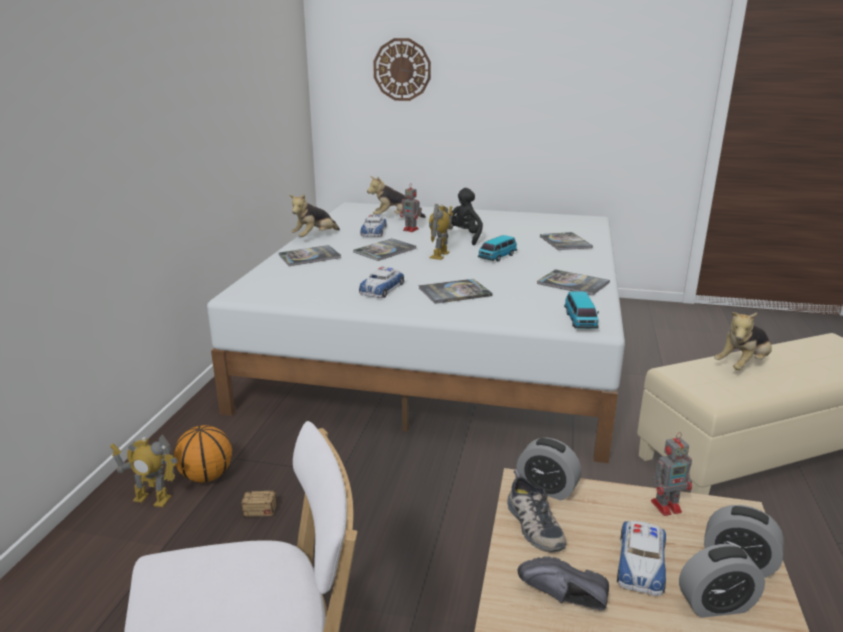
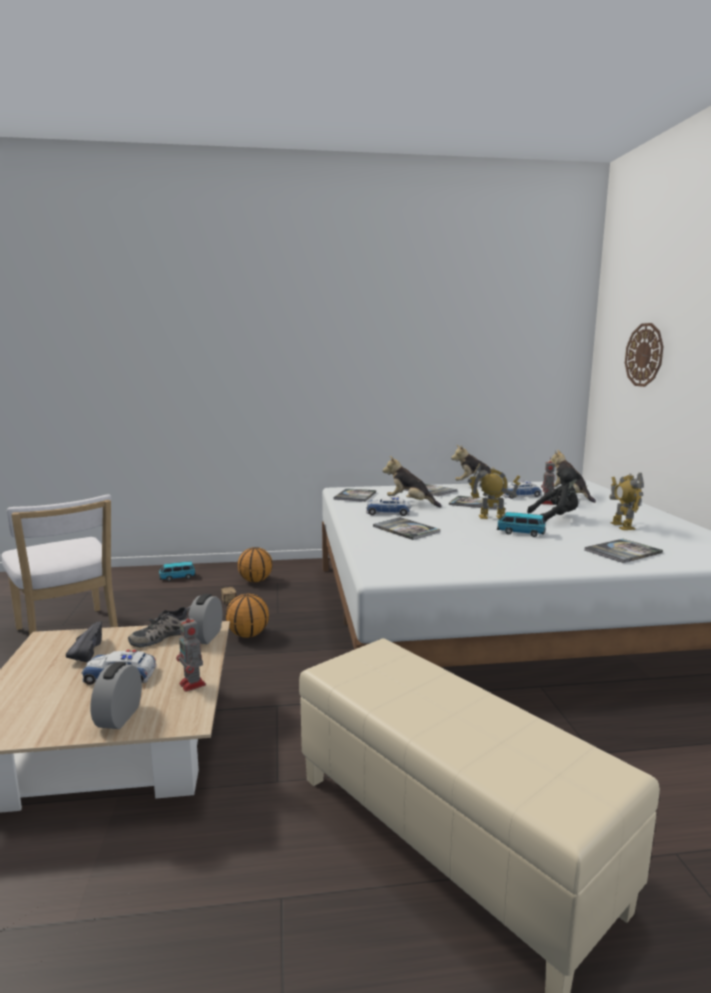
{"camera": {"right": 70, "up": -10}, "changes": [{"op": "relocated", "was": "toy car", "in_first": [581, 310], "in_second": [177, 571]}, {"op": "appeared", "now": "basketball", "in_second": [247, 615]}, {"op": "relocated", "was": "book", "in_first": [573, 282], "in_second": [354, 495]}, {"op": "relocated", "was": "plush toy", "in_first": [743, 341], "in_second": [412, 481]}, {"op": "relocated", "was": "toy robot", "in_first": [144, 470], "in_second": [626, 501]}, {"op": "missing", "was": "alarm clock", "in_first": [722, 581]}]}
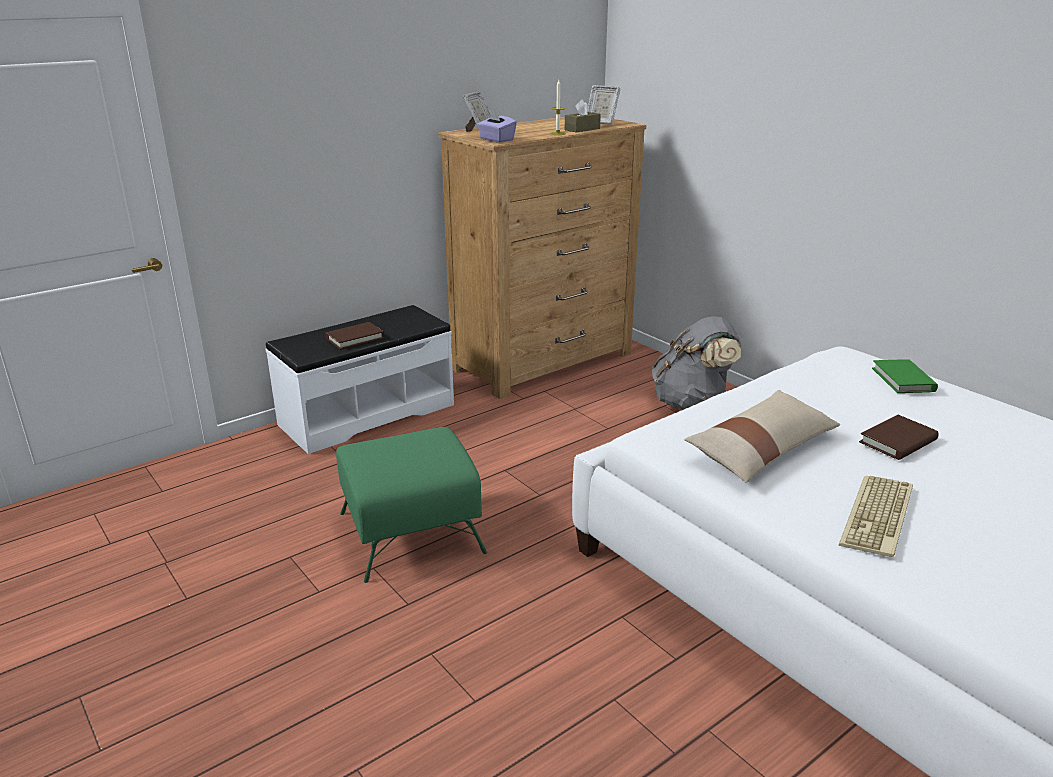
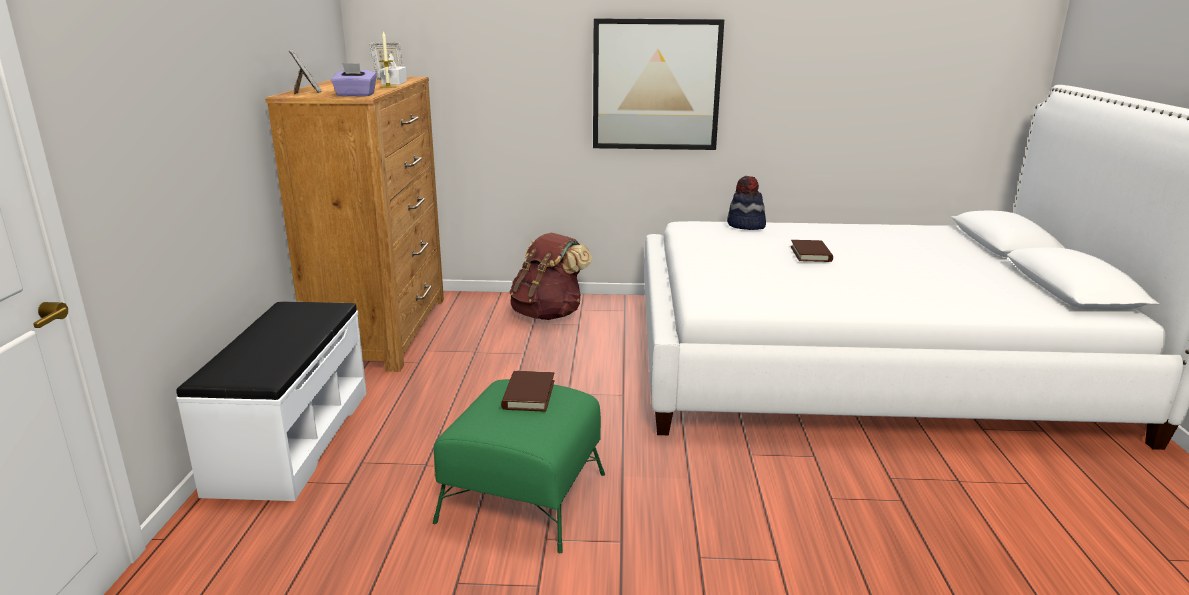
{"camera": {"right": -50, "up": -5}, "changes": [{"op": "colour", "was": "tissue box/brown", "now": "tissue box/white", "in_first": [583, 115], "in_second": [393, 69]}, {"op": "relocated", "was": "book/brown", "in_first": [354, 336], "in_second": [528, 391]}, {"op": "colour", "was": "backpack/grey", "now": "backpack/brown", "in_first": [697, 362], "in_second": [550, 276]}, {"op": "appeared", "now": "picture", "in_second": [658, 84]}, {"op": "exchanged", "was": "book/green", "now": "hat", "in_first": [905, 376], "in_second": [746, 203]}, {"op": "missing", "was": "pillow/beige", "in_first": [762, 436]}, {"op": "missing", "was": "keyboard", "in_first": [875, 516]}]}
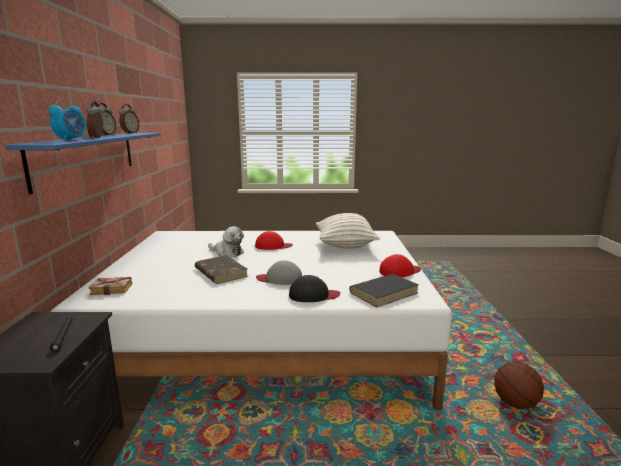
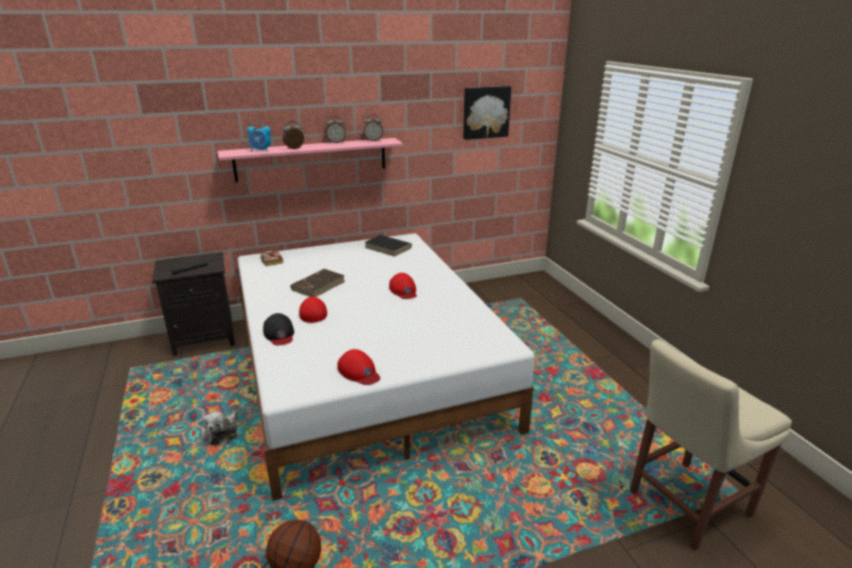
{"camera": {"right": 70, "up": 10}, "changes": [{"op": "relocated", "was": "plush toy", "in_first": [226, 241], "in_second": [220, 428]}, {"op": "colour", "was": "shelf/blue", "now": "shelf/pink", "in_first": [83, 164], "in_second": [310, 160]}, {"op": "colour", "was": "cap/grey", "now": "cap/red", "in_first": [279, 272], "in_second": [313, 310]}, {"op": "relocated", "was": "book/black", "in_first": [384, 290], "in_second": [388, 246]}, {"op": "appeared", "now": "picture", "in_second": [487, 113]}, {"op": "appeared", "now": "chair/beige", "in_second": [711, 444]}, {"op": "missing", "was": "pillow", "in_first": [348, 231]}]}
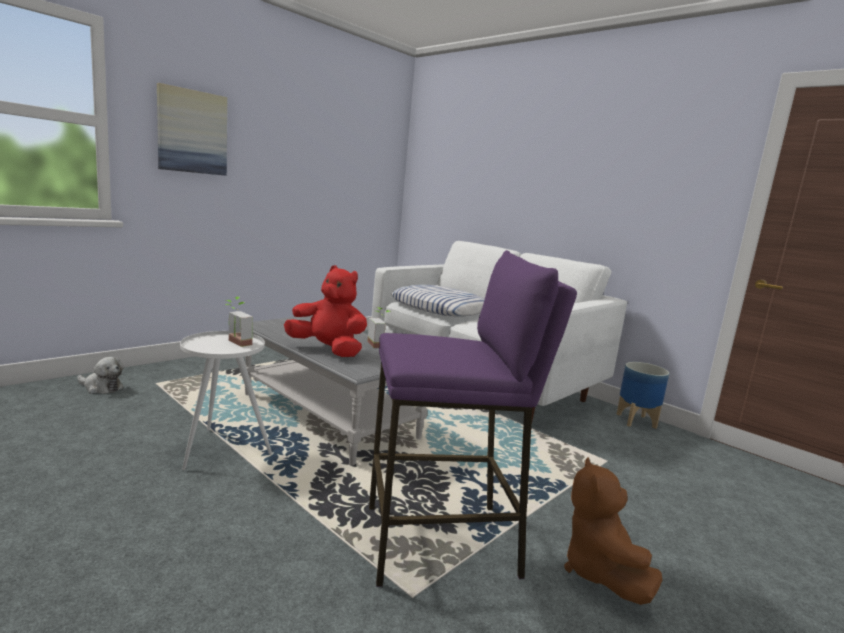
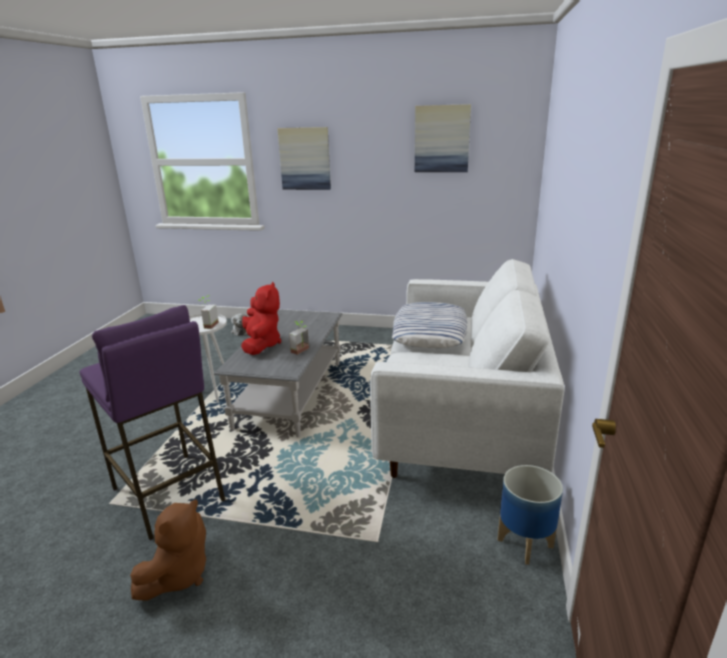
{"camera": {"right": 60, "up": 10}, "changes": [{"op": "spun", "was": "plush toy/brown", "in_first": [613, 531], "in_second": [168, 550], "clockwise": 150}, {"op": "appeared", "now": "picture", "in_second": [443, 138]}]}
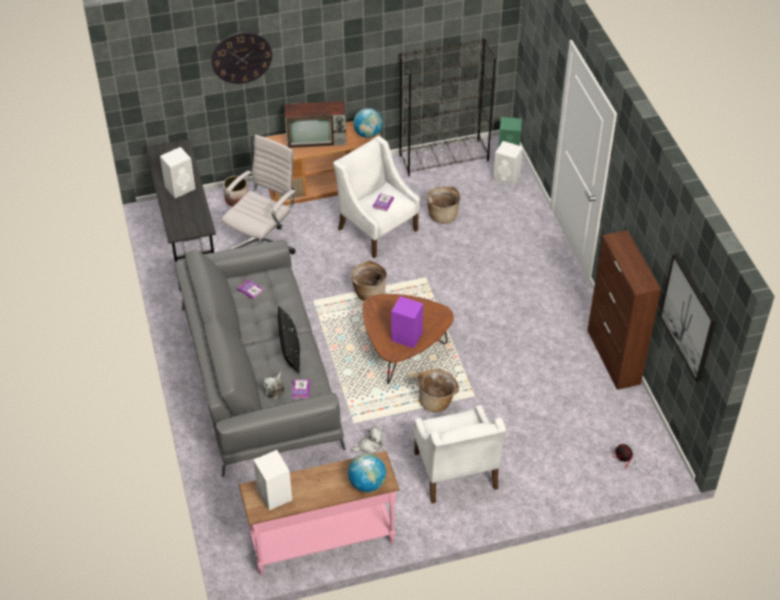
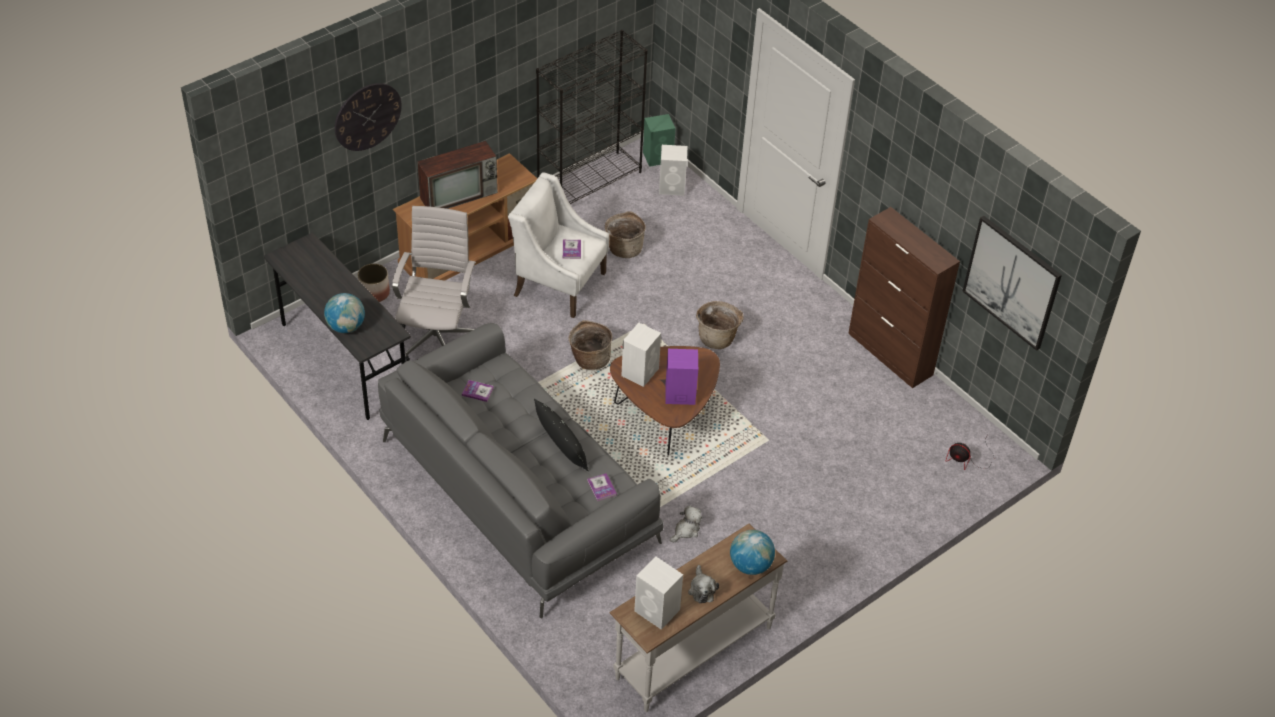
{"camera": {"right": -25, "up": 0}, "changes": [{"op": "relocated", "was": "globe", "in_first": [368, 123], "in_second": [344, 313]}, {"op": "colour", "was": "console table/pink", "now": "console table/white", "in_first": [319, 513], "in_second": [698, 618]}, {"op": "relocated", "was": "speaker/white", "in_first": [177, 172], "in_second": [641, 355]}, {"op": "relocated", "was": "plush toy", "in_first": [273, 385], "in_second": [703, 584]}, {"op": "relocated", "was": "basket", "in_first": [437, 390], "in_second": [720, 325]}, {"op": "missing", "was": "armchair/white", "in_first": [460, 454]}]}
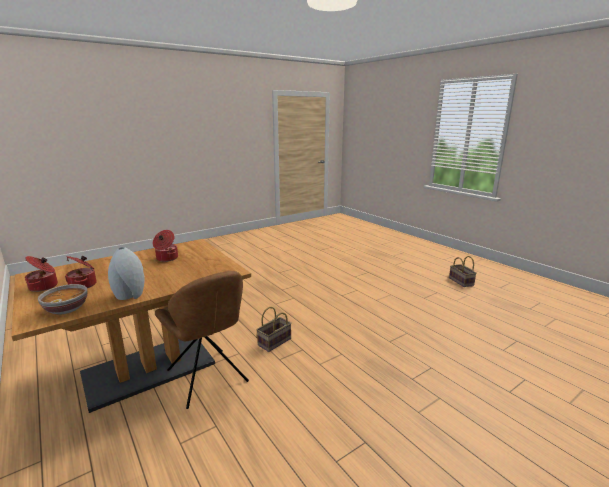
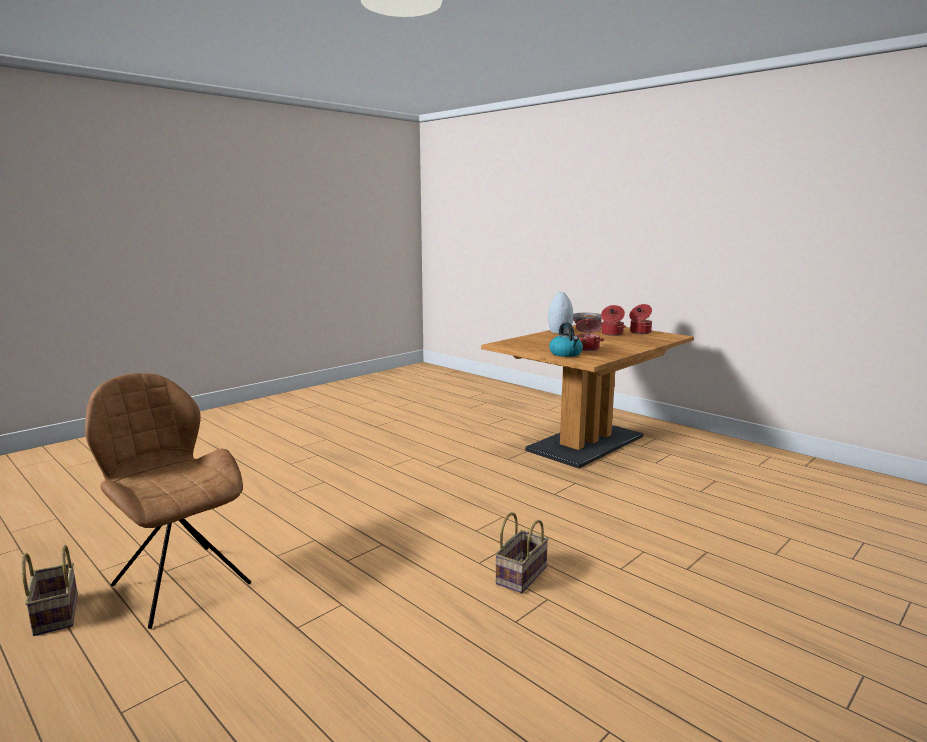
{"camera": {"right": 170, "up": -5}, "changes": [{"op": "relocated", "was": "chair/brown", "in_first": [202, 340], "in_second": [168, 501]}, {"op": "relocated", "was": "basket", "in_first": [274, 329], "in_second": [522, 552]}, {"op": "appeared", "now": "kettle", "in_second": [566, 340]}]}
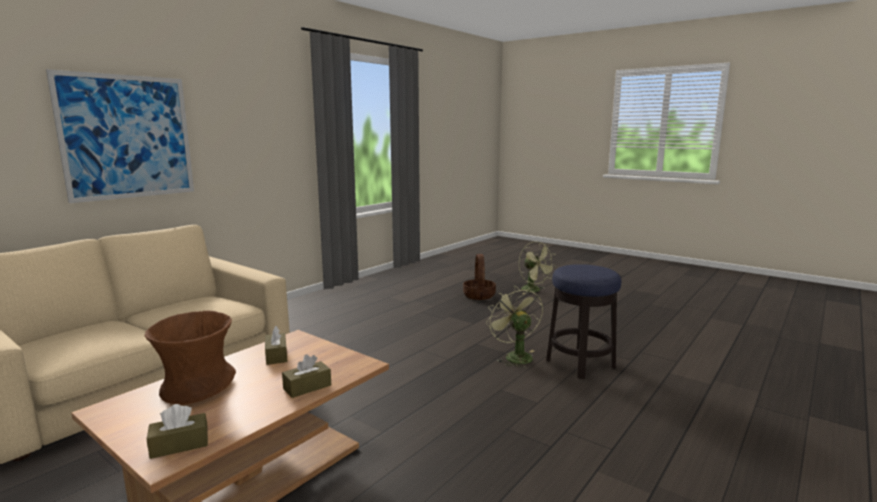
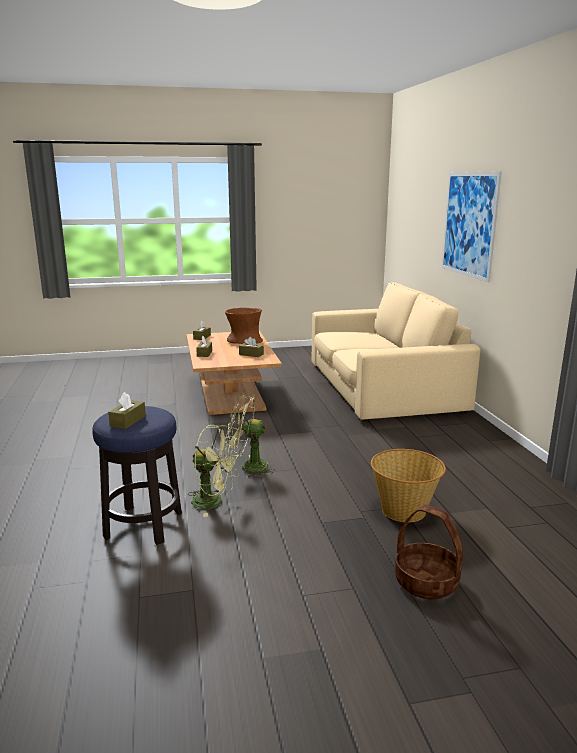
{"camera": {"right": 130, "up": 5}, "changes": [{"op": "appeared", "now": "tissue box/brown", "in_second": [127, 410]}, {"op": "relocated", "was": "fan/green", "in_first": [537, 267], "in_second": [250, 436]}, {"op": "appeared", "now": "basket", "in_second": [408, 486]}]}
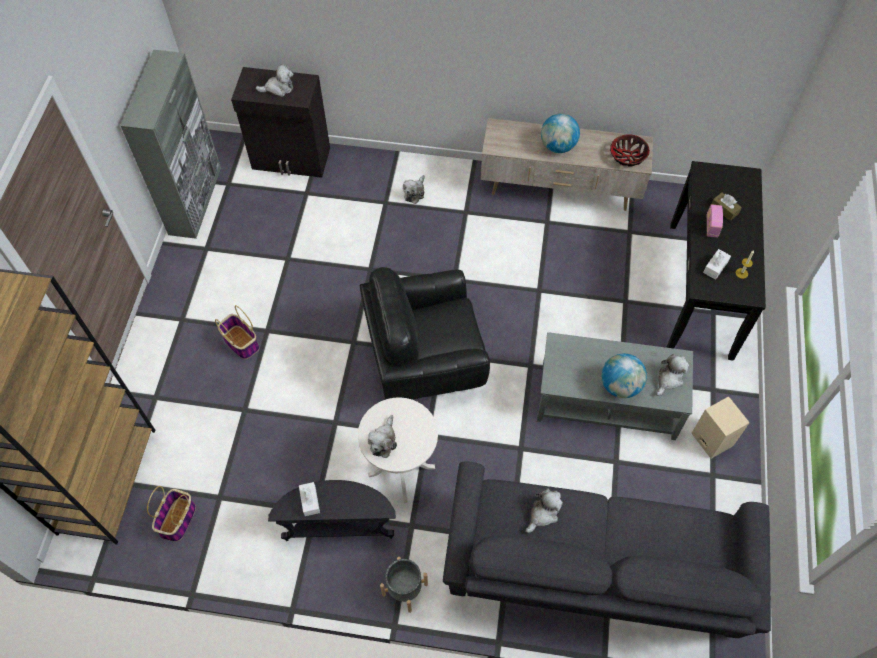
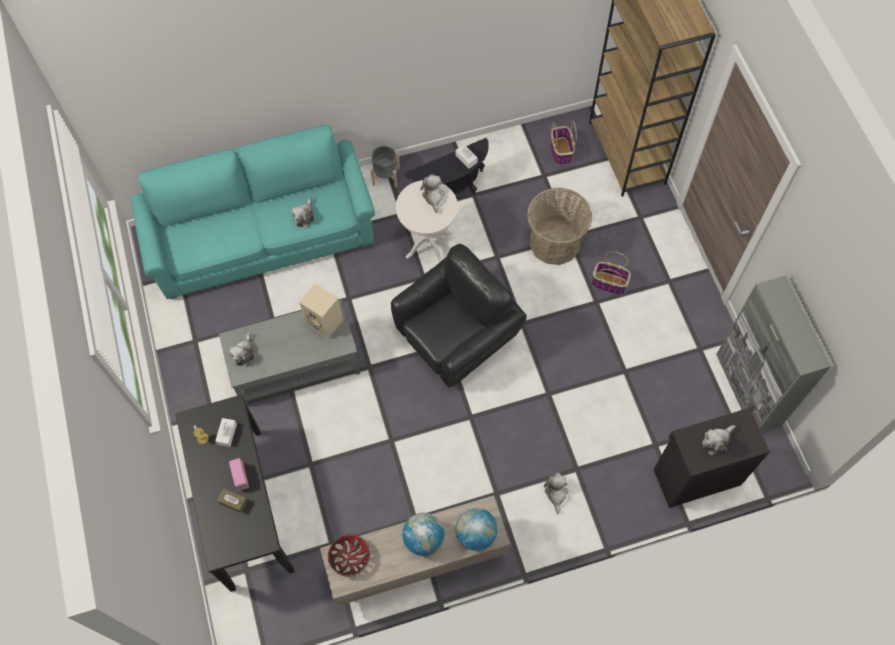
{"camera": {"right": 155, "up": 5}, "changes": [{"op": "colour", "was": "sofa/grey", "now": "sofa/turquoise", "in_first": [607, 549], "in_second": [252, 212]}, {"op": "relocated", "was": "speaker/beige", "in_first": [720, 427], "in_second": [321, 311]}, {"op": "relocated", "was": "globe", "in_first": [624, 376], "in_second": [477, 529]}, {"op": "appeared", "now": "basket", "in_second": [559, 226]}]}
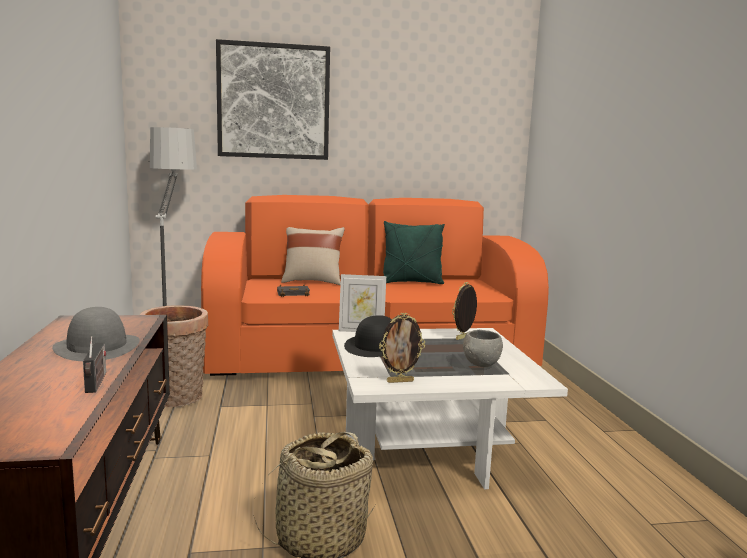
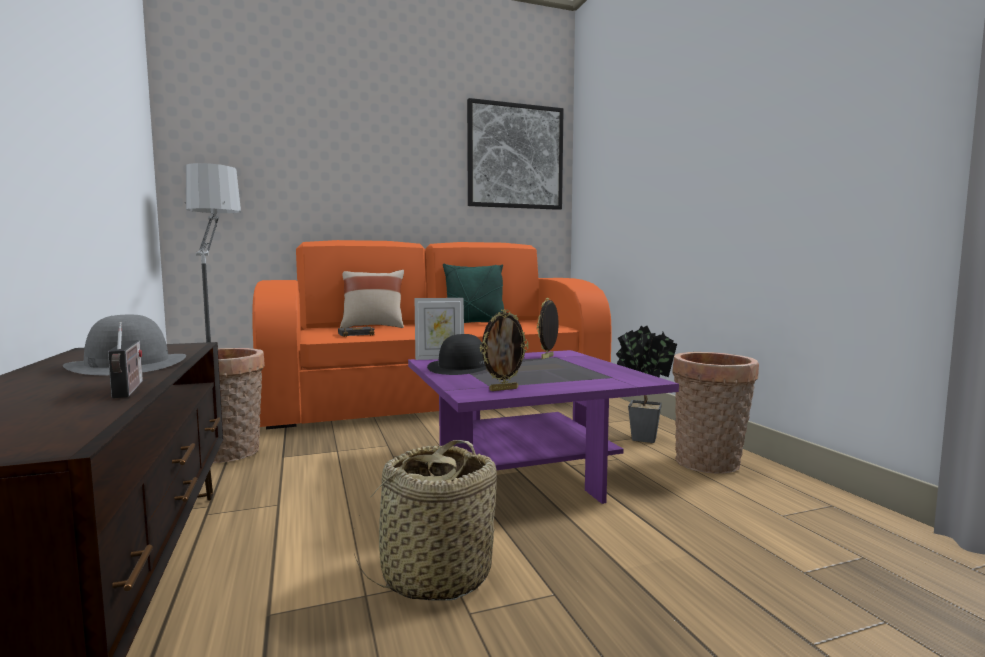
{"camera": {"right": -10, "up": -5}, "changes": [{"op": "colour", "was": "coffee table/white", "now": "coffee table/purple", "in_first": [450, 409], "in_second": [543, 427]}, {"op": "relocated", "was": "picture", "in_first": [273, 99], "in_second": [515, 154]}, {"op": "appeared", "now": "potted plant", "in_second": [646, 384]}, {"op": "appeared", "now": "basket", "in_second": [716, 413]}, {"op": "missing", "was": "bowl/grey", "in_first": [483, 348]}]}
